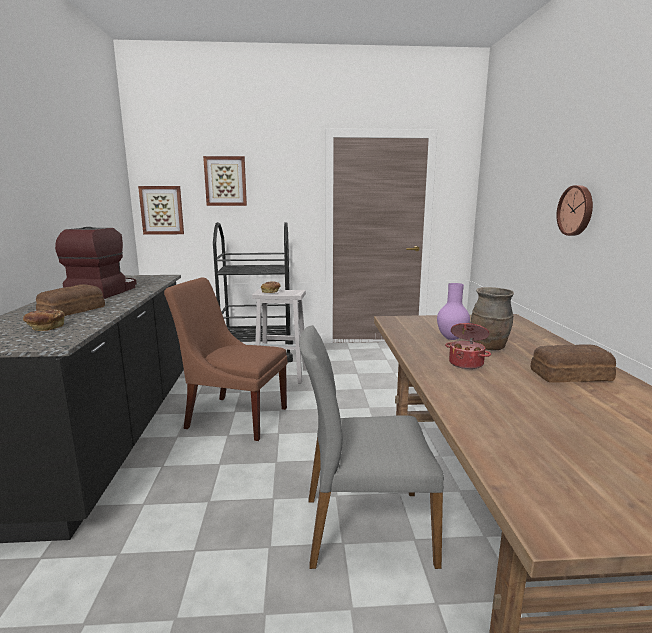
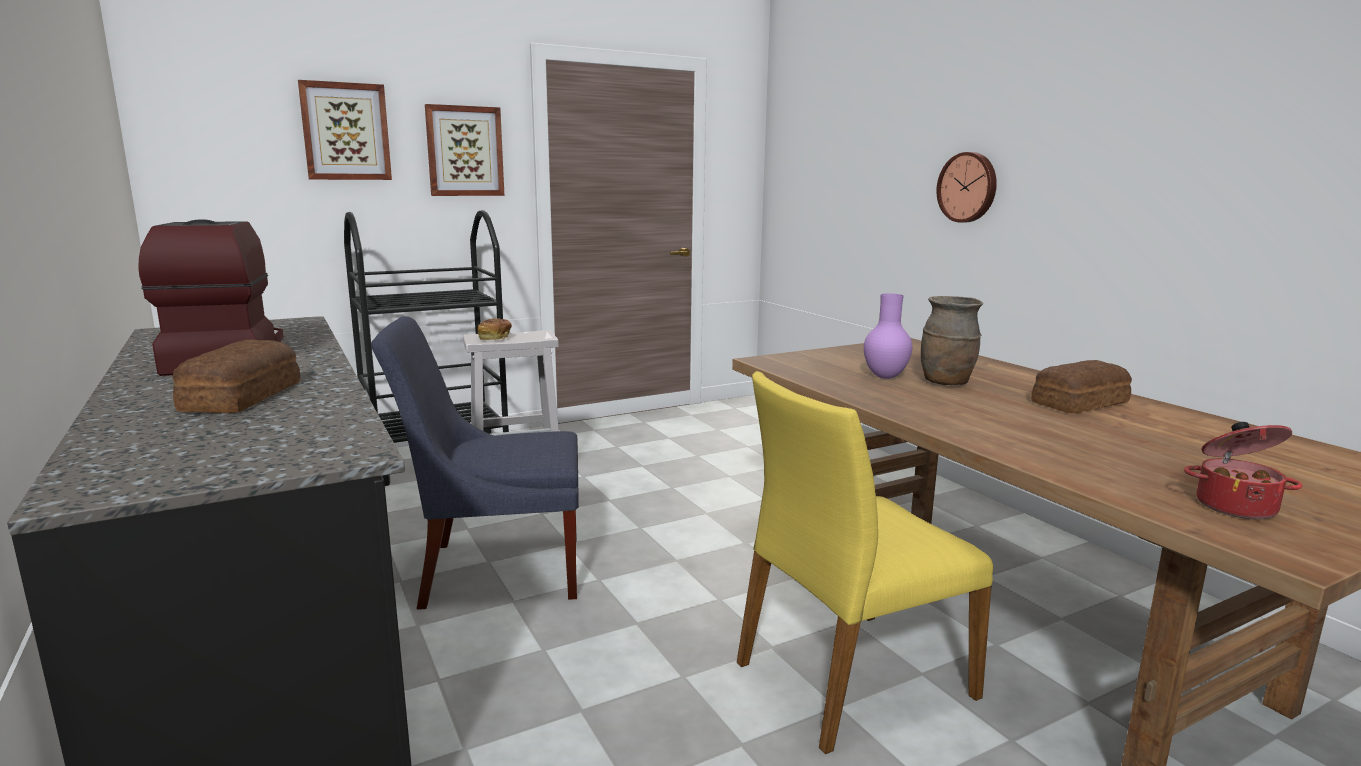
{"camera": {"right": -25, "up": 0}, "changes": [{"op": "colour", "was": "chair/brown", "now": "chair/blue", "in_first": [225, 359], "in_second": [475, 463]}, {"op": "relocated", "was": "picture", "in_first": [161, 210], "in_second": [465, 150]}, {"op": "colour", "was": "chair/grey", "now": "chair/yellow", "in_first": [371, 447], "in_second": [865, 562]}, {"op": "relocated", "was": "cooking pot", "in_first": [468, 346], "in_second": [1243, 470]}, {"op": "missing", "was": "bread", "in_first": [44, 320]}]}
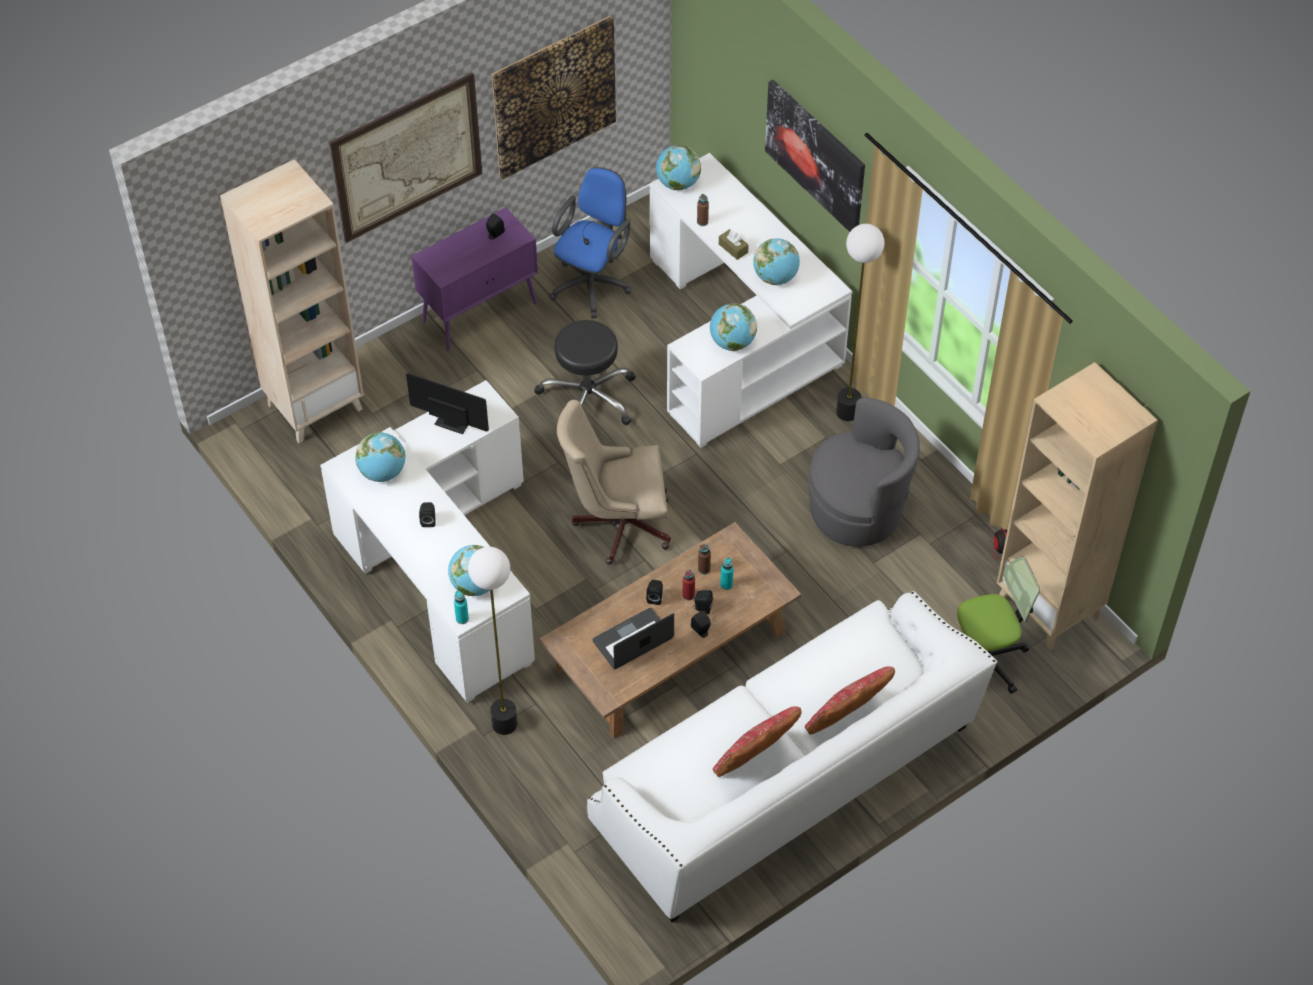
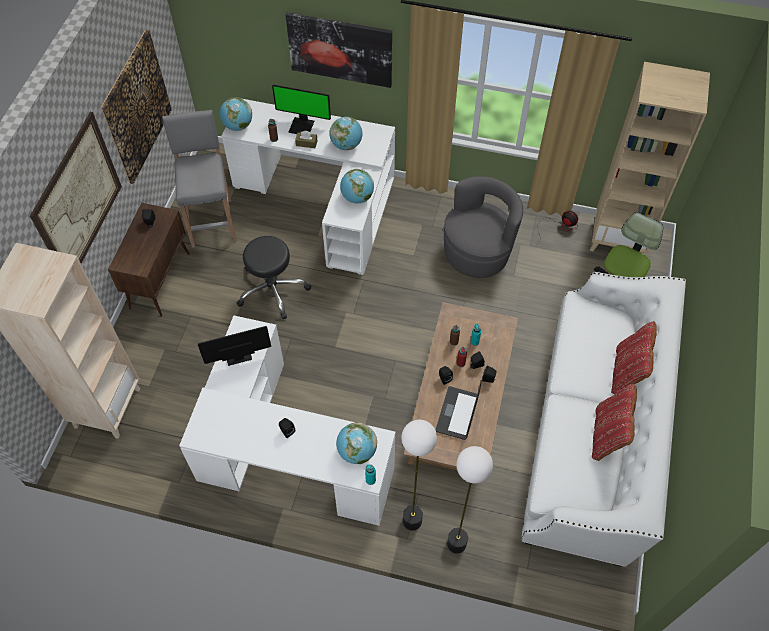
{"camera": {"right": -40, "up": 5}, "changes": [{"op": "colour", "was": "cabinet/purple", "now": "cabinet/brown", "in_first": [474, 279], "in_second": [149, 259]}, {"op": "exchanged", "was": "office chair/blue", "now": "stool/grey", "in_first": [590, 242], "in_second": [199, 179]}, {"op": "appeared", "now": "monitor", "in_second": [301, 109]}, {"op": "relocated", "was": "floor lamp", "in_first": [860, 322], "in_second": [470, 500]}, {"op": "missing", "was": "globe", "in_first": [380, 457]}, {"op": "missing", "was": "office chair/beige", "in_first": [614, 482]}]}
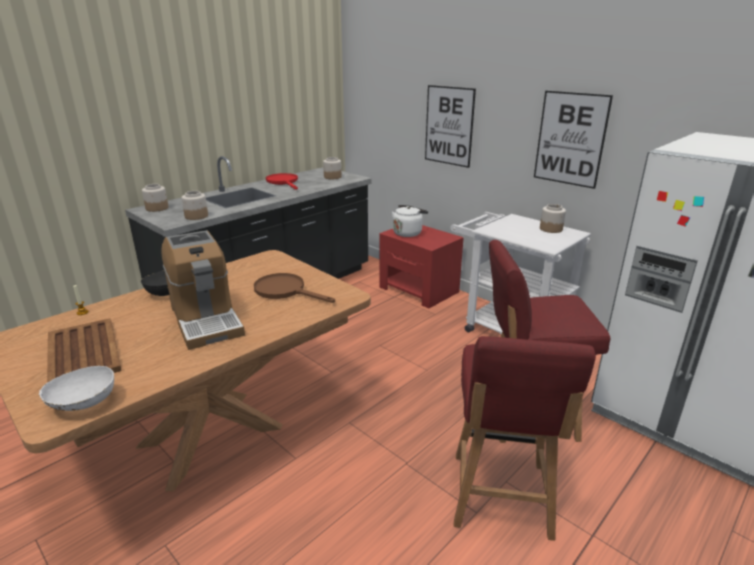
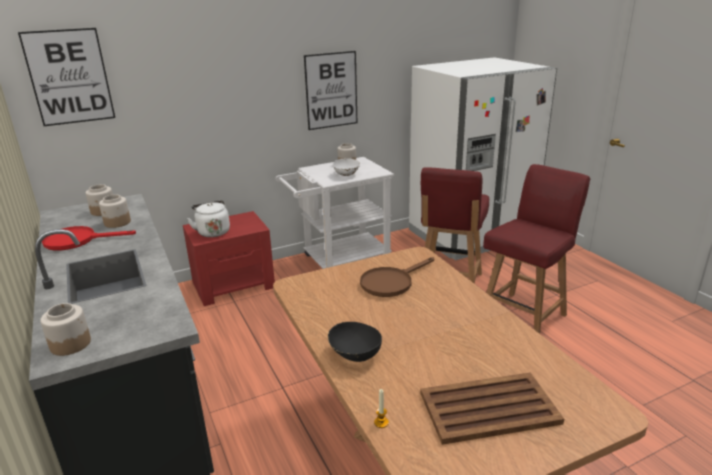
{"camera": {"right": -70, "up": 0}, "changes": [{"op": "relocated", "was": "picture", "in_first": [450, 126], "in_second": [66, 77]}, {"op": "relocated", "was": "jar", "in_first": [194, 205], "in_second": [115, 211]}, {"op": "relocated", "was": "bowl/white", "in_first": [76, 388], "in_second": [346, 167]}, {"op": "spun", "was": "chair/red", "in_first": [525, 438], "in_second": [536, 249], "clockwise": -75}, {"op": "missing", "was": "coffee machine", "in_first": [203, 290]}]}
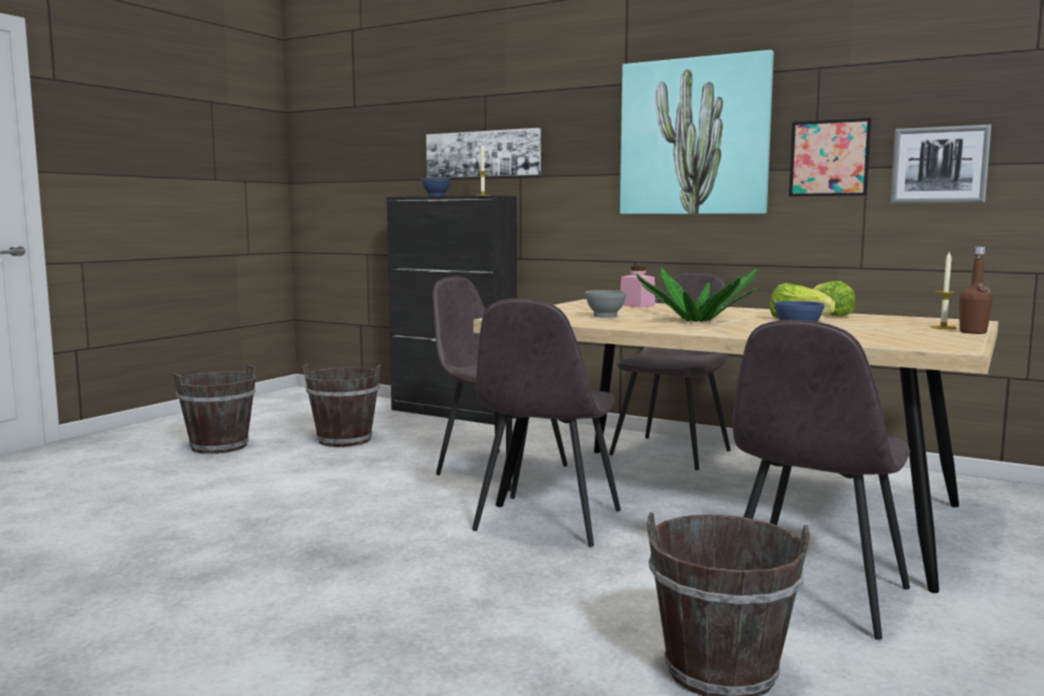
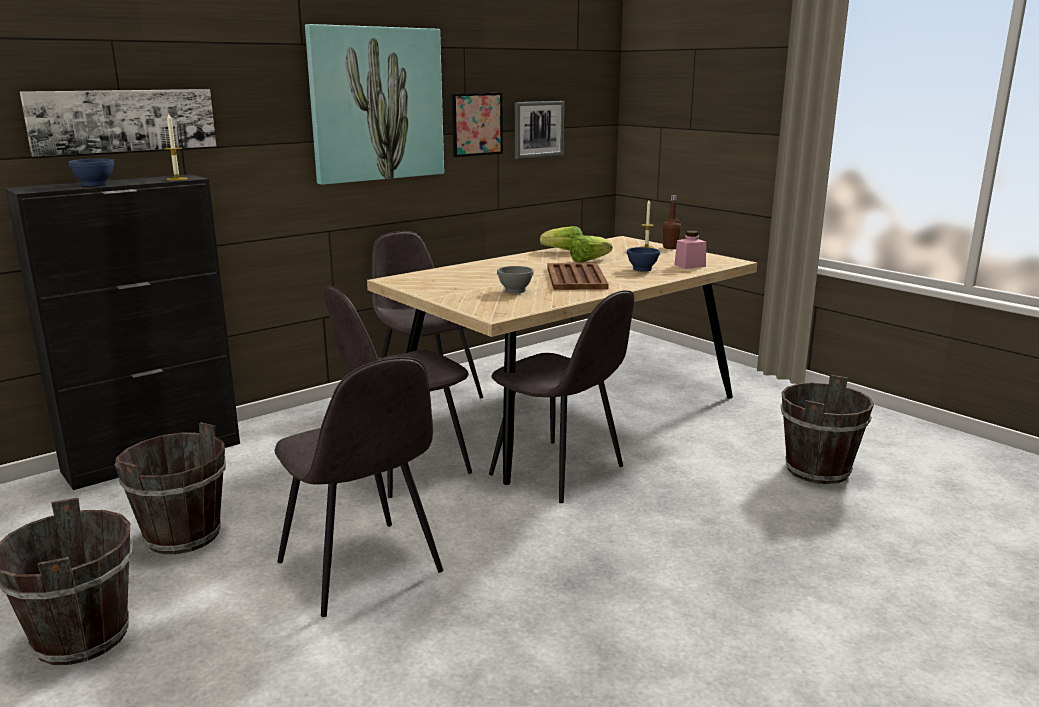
{"camera": {"right": -70, "up": 10}, "changes": [{"op": "relocated", "was": "chair/grey", "in_first": [821, 480], "in_second": [358, 487]}, {"op": "exchanged", "was": "potted plant", "now": "tray/brown", "in_first": [696, 295], "in_second": [578, 276]}, {"op": "relocated", "was": "jar/pink", "in_first": [637, 287], "in_second": [690, 250]}]}
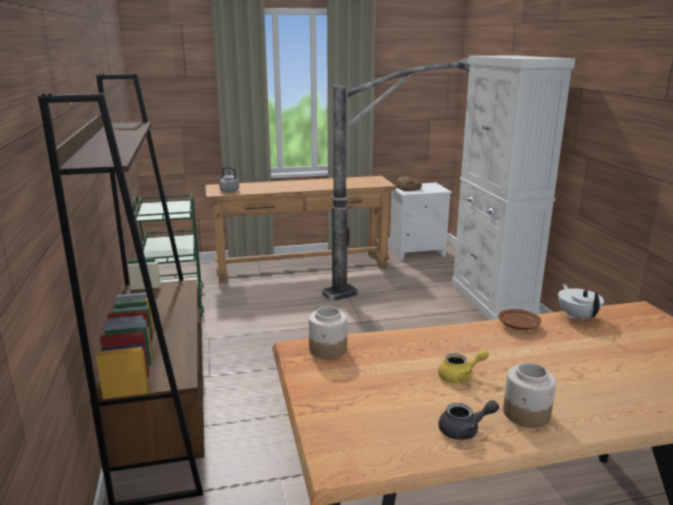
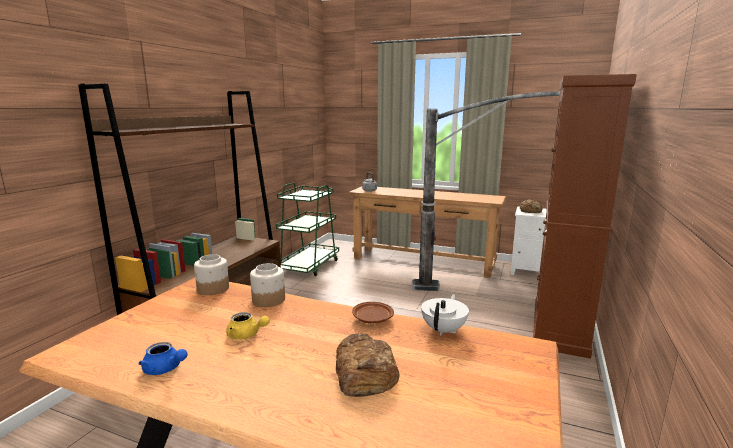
{"camera": {"right": 35, "up": -5}, "changes": [{"op": "colour", "was": "teapot/grey", "now": "teapot/blue", "in_first": [468, 420], "in_second": [163, 358]}, {"op": "relocated", "was": "jar", "in_first": [529, 395], "in_second": [267, 285]}, {"op": "appeared", "now": "bread", "in_second": [367, 365]}, {"op": "colour", "was": "cabinet/white", "now": "cabinet/brown", "in_first": [513, 188], "in_second": [585, 216]}]}
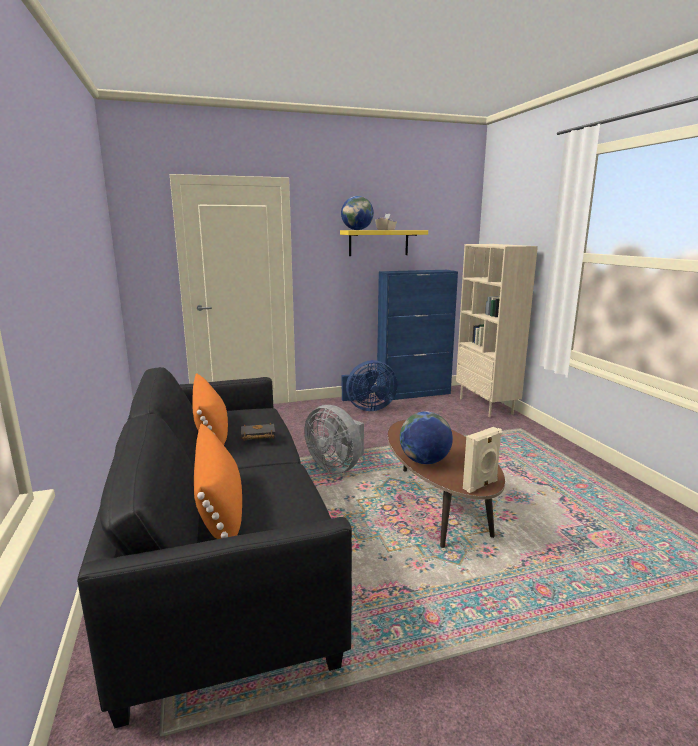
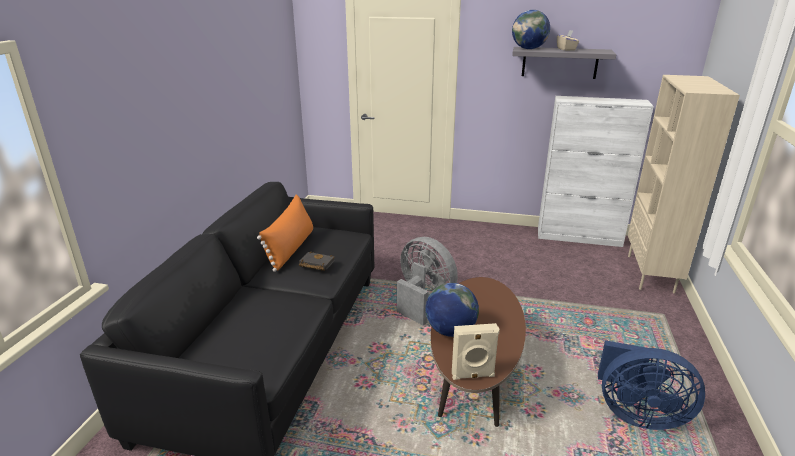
{"camera": {"right": 30, "up": 10}, "changes": [{"op": "spun", "was": "fan/grey", "in_first": [334, 439], "in_second": [427, 281], "clockwise": 150}, {"op": "colour", "was": "shelf/yellow", "now": "shelf/grey", "in_first": [384, 243], "in_second": [564, 63]}, {"op": "colour", "was": "cabinet/blue", "now": "cabinet/white", "in_first": [417, 335], "in_second": [596, 171]}, {"op": "relocated", "was": "fan/blue", "in_first": [369, 385], "in_second": [651, 385]}, {"op": "missing", "was": "pillow/orange", "in_first": [218, 481]}]}
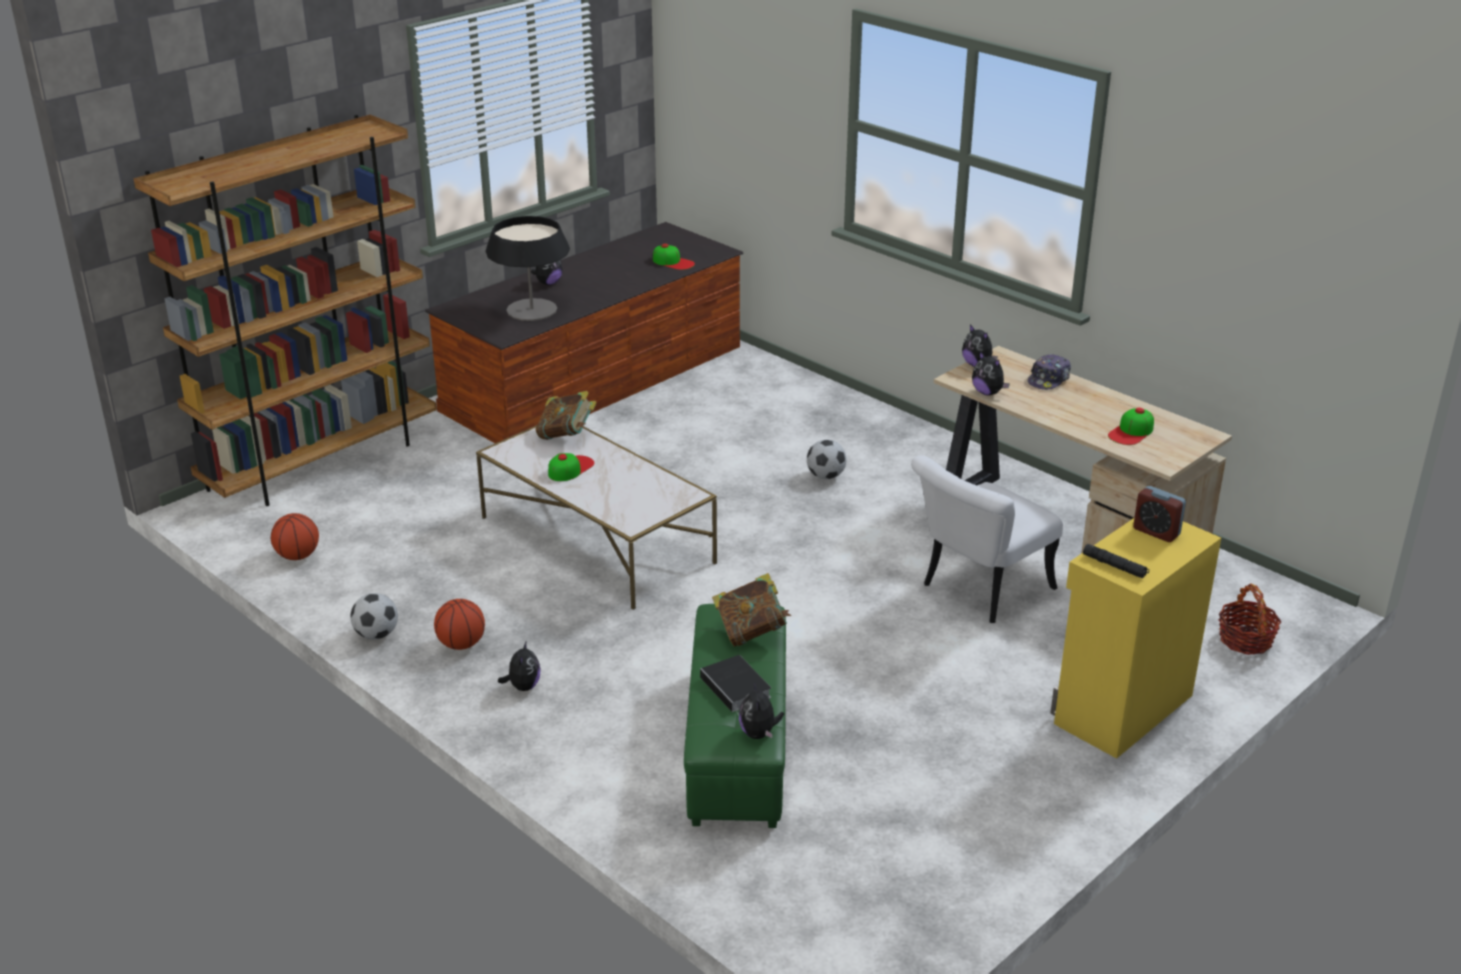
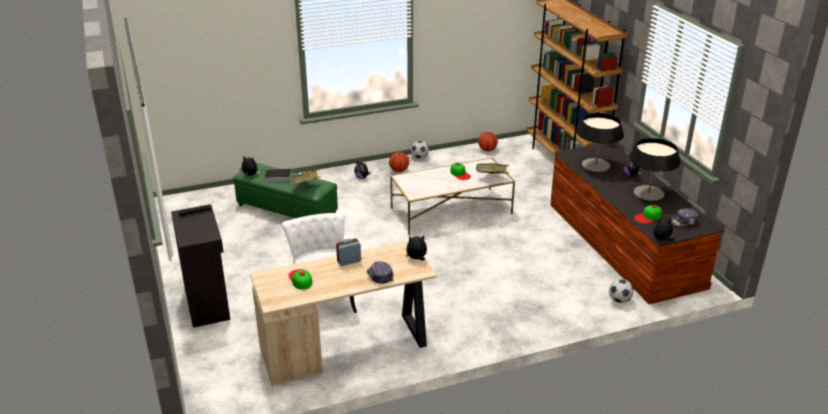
{"camera": {"right": 115, "up": 0}, "changes": [{"op": "colour", "was": "cabinet/yellow", "now": "cabinet/black", "in_first": [1135, 638], "in_second": [200, 266]}, {"op": "relocated", "was": "alarm clock", "in_first": [1159, 514], "in_second": [348, 252]}, {"op": "relocated", "was": "football", "in_first": [827, 459], "in_second": [621, 291]}, {"op": "appeared", "now": "table lamp", "in_second": [655, 169]}, {"op": "relocated", "was": "plush toy", "in_first": [991, 373], "in_second": [663, 229]}, {"op": "appeared", "now": "cap", "in_second": [685, 217]}, {"op": "missing", "was": "basket", "in_first": [1250, 619]}]}
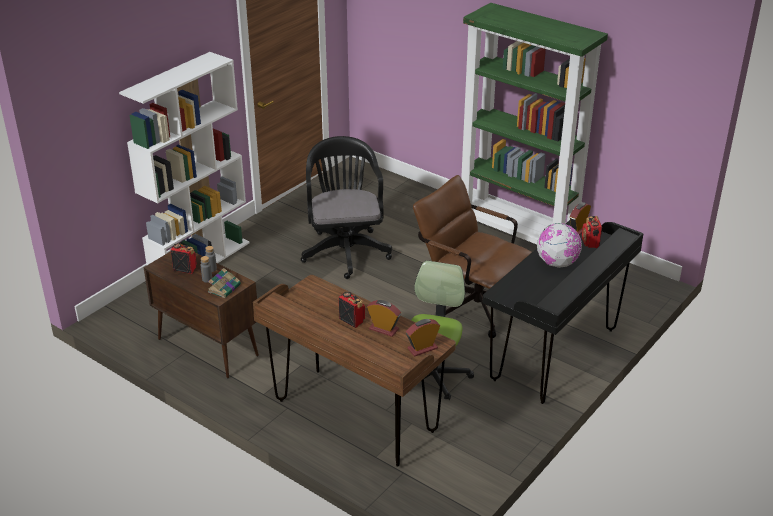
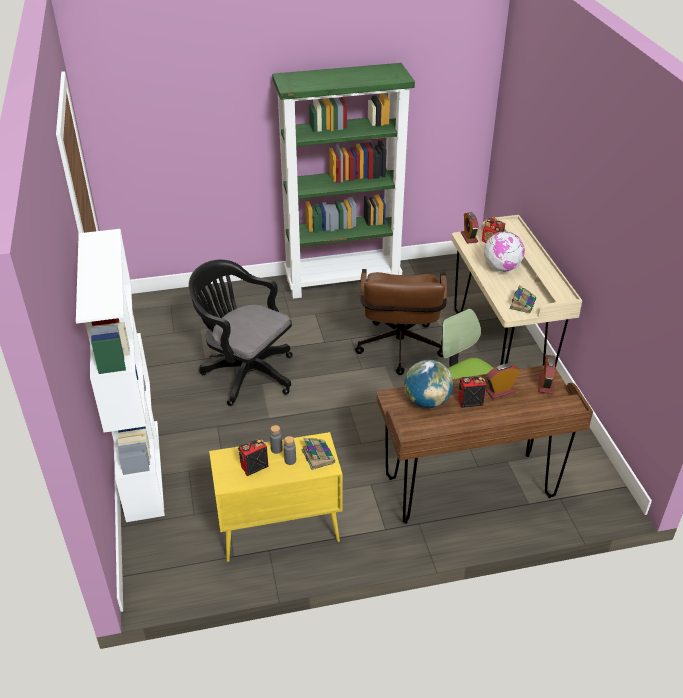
{"camera": {"right": -50, "up": 5}, "changes": [{"op": "colour", "was": "cabinet/brown", "now": "cabinet/yellow", "in_first": [201, 314], "in_second": [275, 497]}, {"op": "spun", "was": "office chair/brown", "in_first": [472, 256], "in_second": [401, 322], "clockwise": -75}, {"op": "appeared", "now": "globe", "in_second": [428, 384]}, {"op": "colour", "was": "desk/black", "now": "desk/beige", "in_first": [563, 312], "in_second": [517, 291]}, {"op": "appeared", "now": "book", "in_second": [523, 299]}]}
